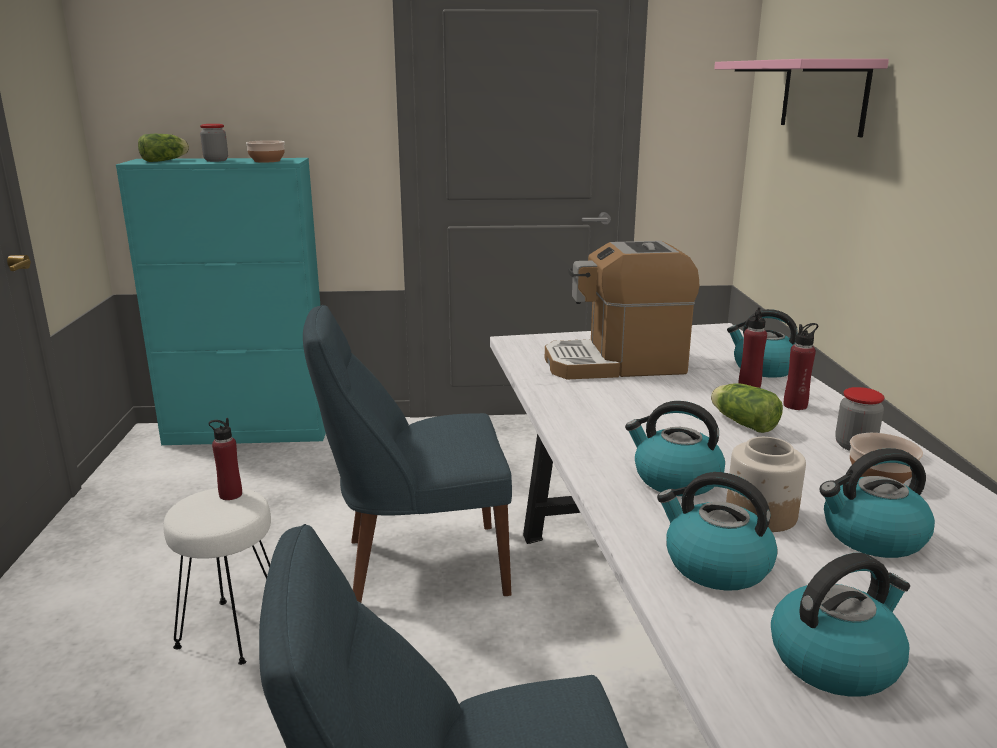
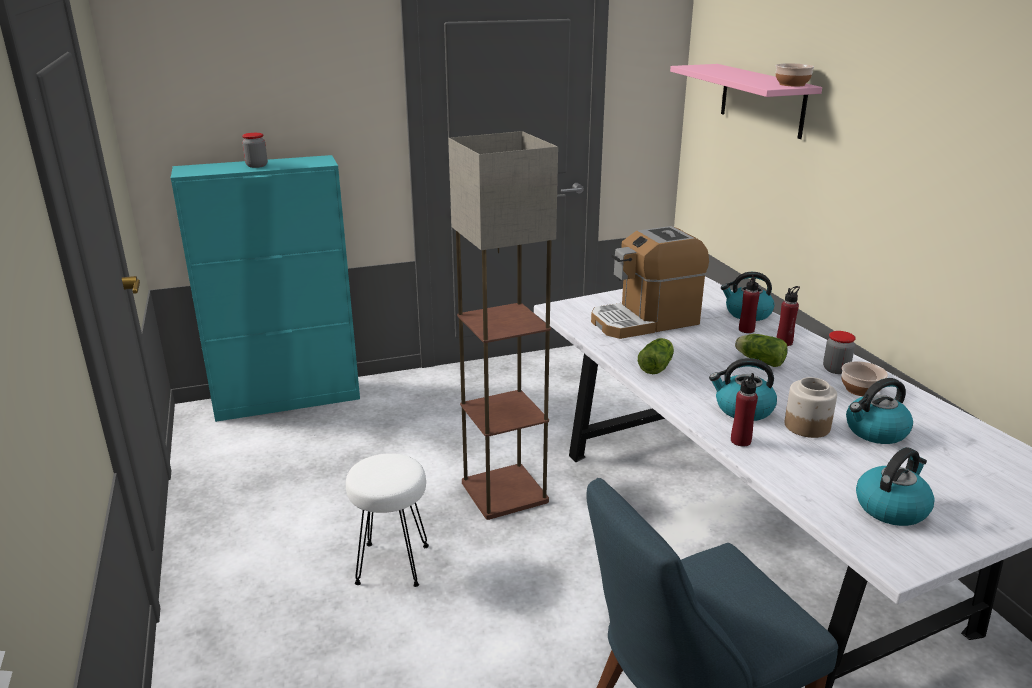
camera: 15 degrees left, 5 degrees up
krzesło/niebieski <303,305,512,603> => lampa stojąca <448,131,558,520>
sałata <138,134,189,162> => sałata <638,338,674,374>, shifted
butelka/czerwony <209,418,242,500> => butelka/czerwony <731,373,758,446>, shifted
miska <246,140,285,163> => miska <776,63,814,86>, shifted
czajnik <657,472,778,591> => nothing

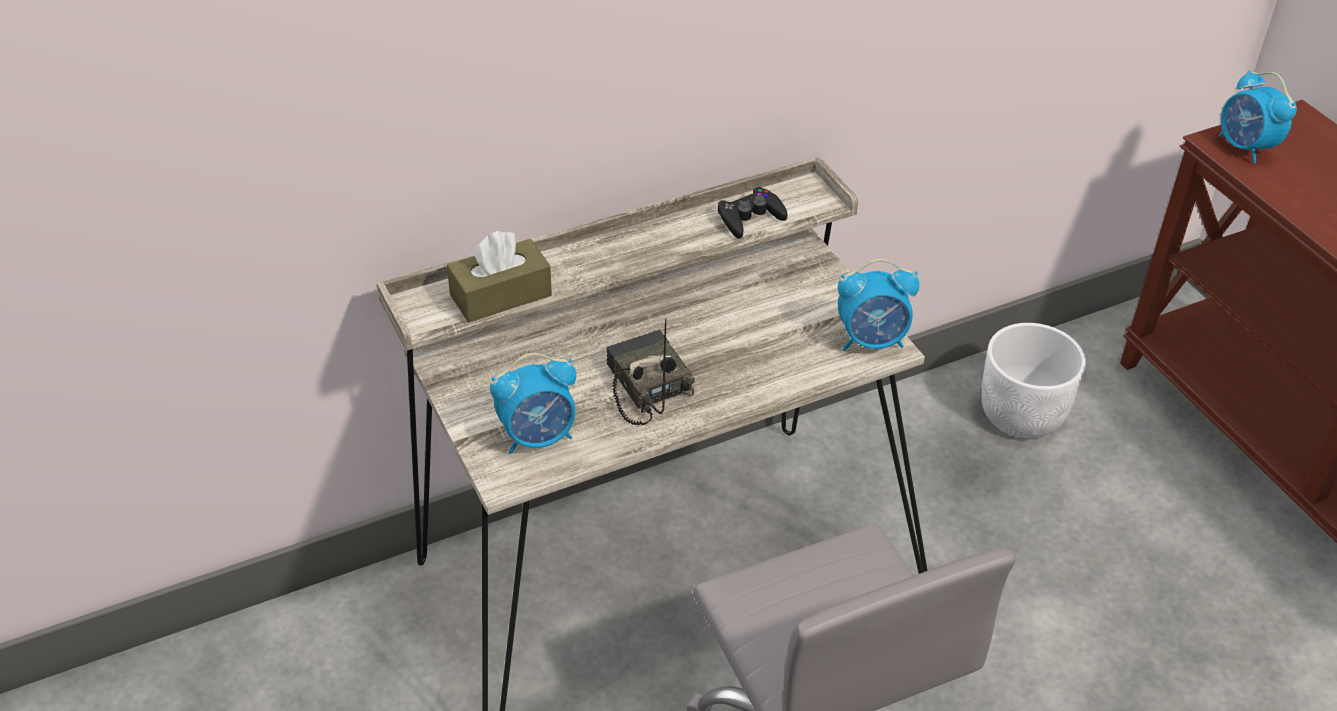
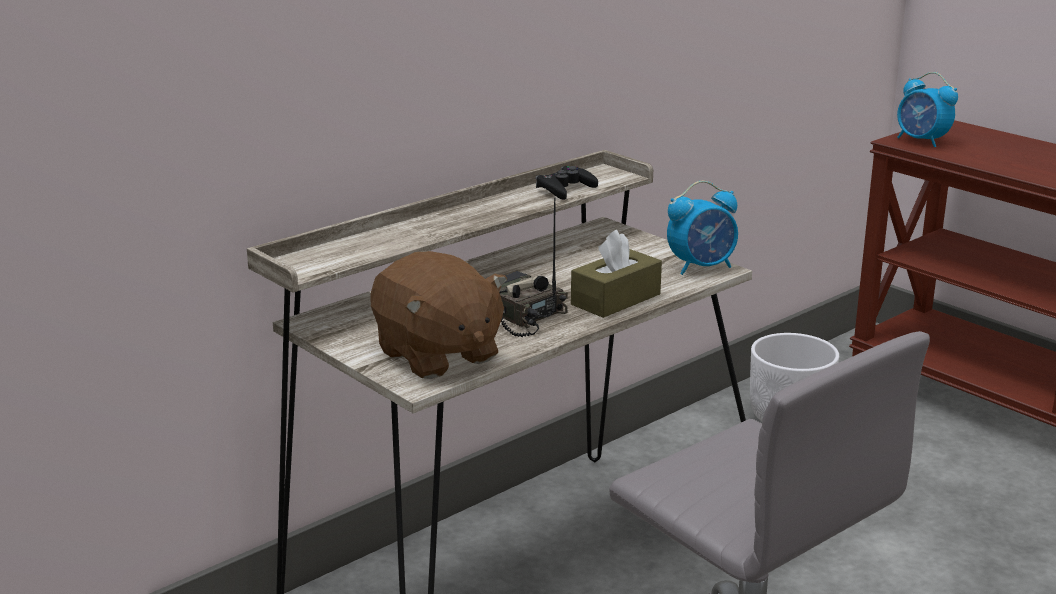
camera: 15 degrees left, 20 degrees down
budzik <490,353,576,454> => pluszak/brązowy <370,251,507,379>
pudełko chusteczek/brązowy <447,231,552,323> => pudełko chusteczek/brązowy <571,230,662,318>, shifted

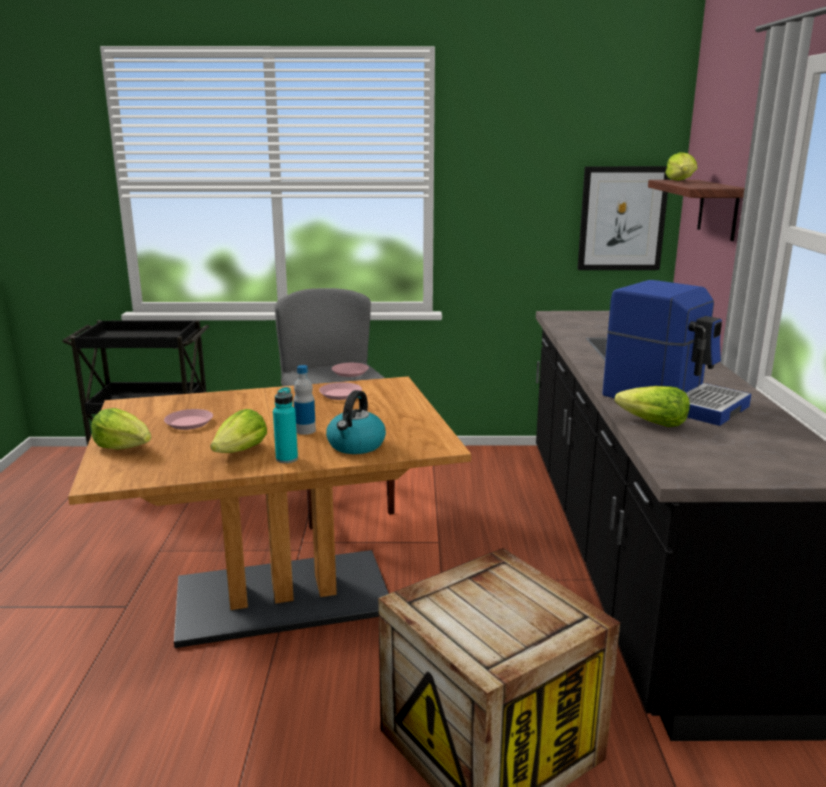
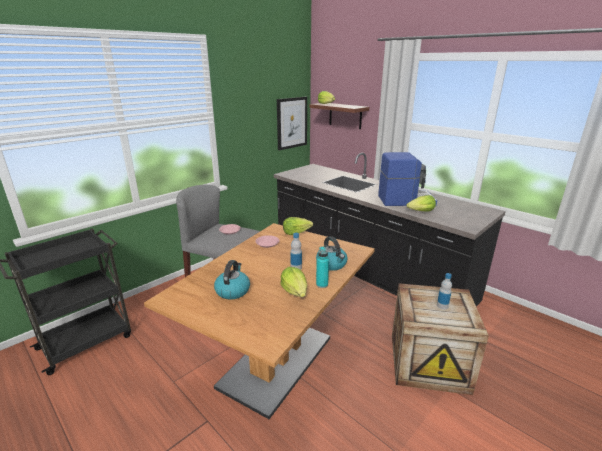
camera: 45 degrees left, 5 degrees up
talerz/różowy <164,409,213,430> => czajnik <214,260,250,300>
sałata <91,408,151,450> => sałata <283,217,313,235>, shifted
nothing => butelka <437,273,452,309>

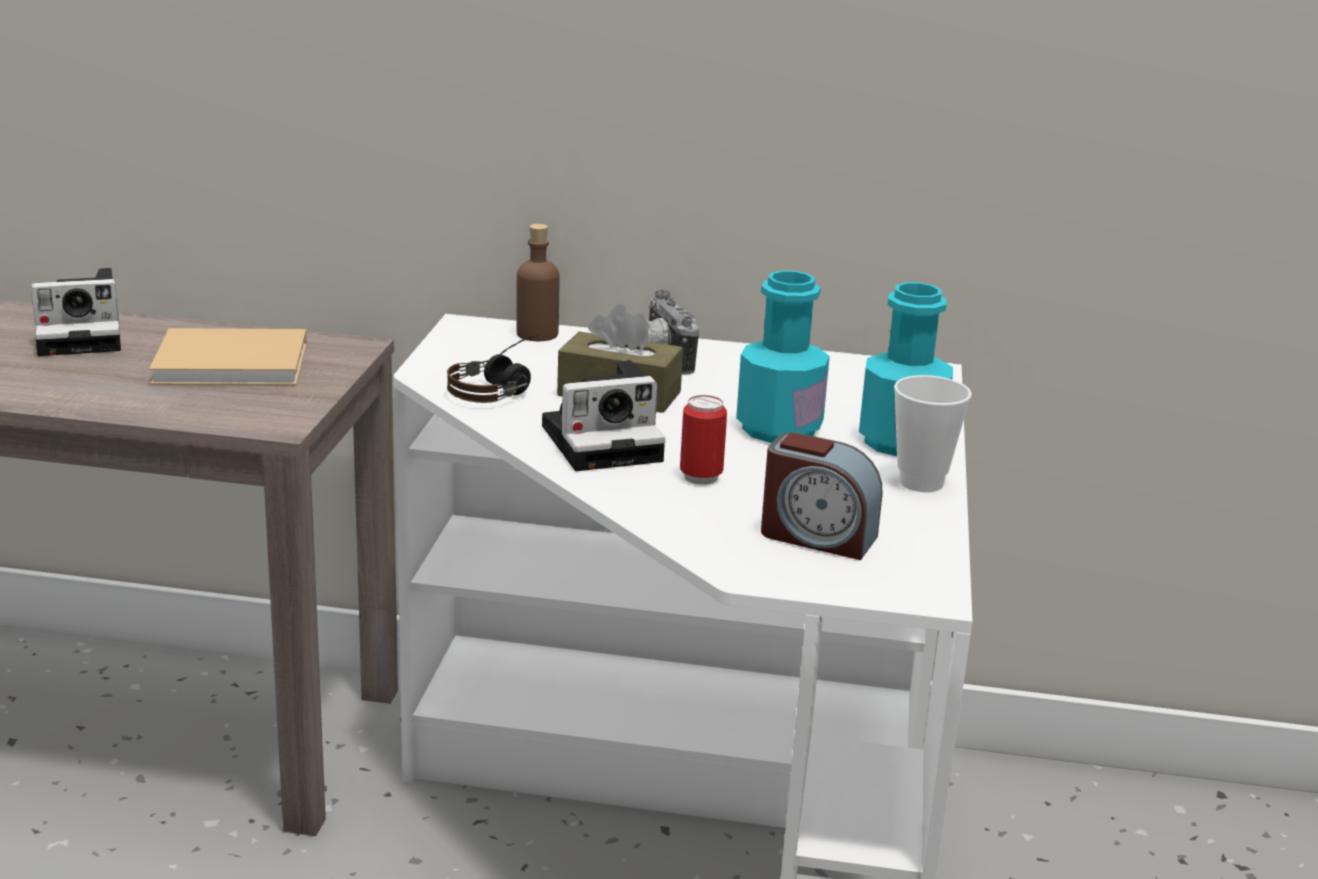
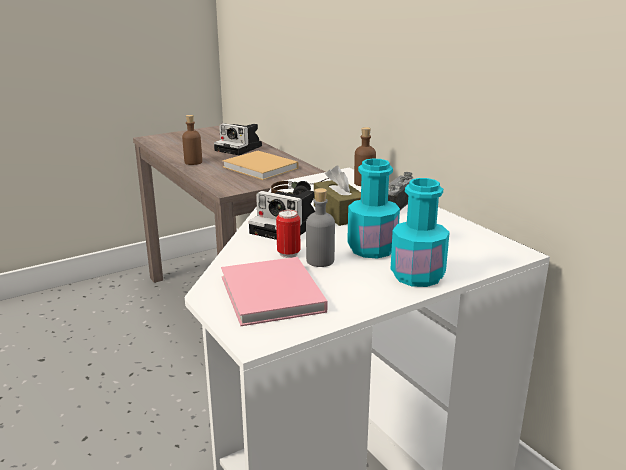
camera: 50 degrees right, 0 degrees up
nothing => butelka/brązowy <182,115,202,165>
budzik <761,432,883,560> => książka/różowy <221,257,327,326>
nothing => butelka/szary <306,188,335,267>
filiżanka <894,375,972,492> => nothing

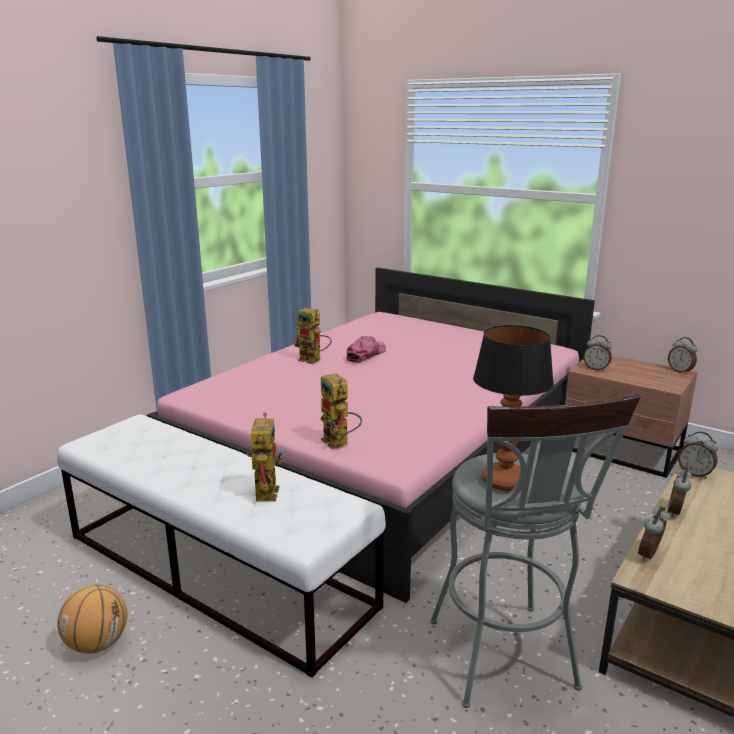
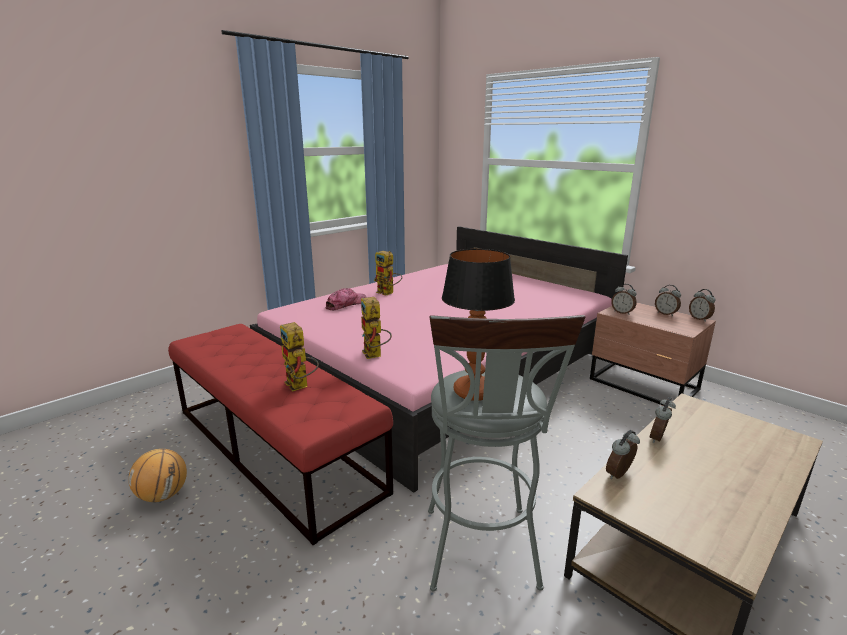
camera: 10 degrees right, 0 degrees up
ławka/biały <57,414,386,678> => ławka/czerwony <168,324,393,545>
robot zabawkowy <247,412,284,502> => robot zabawkowy <280,322,319,392>, 135 degrees clockwise
czapka z daszkiem <346,336,386,363> => czapka z daszkiem <325,288,367,311>, shifted
budzik <678,432,718,479> => budzik <655,285,681,316>, shifted

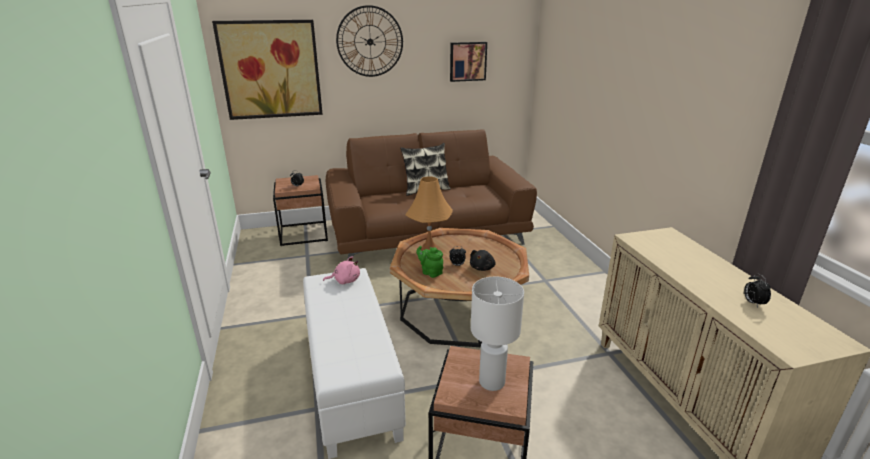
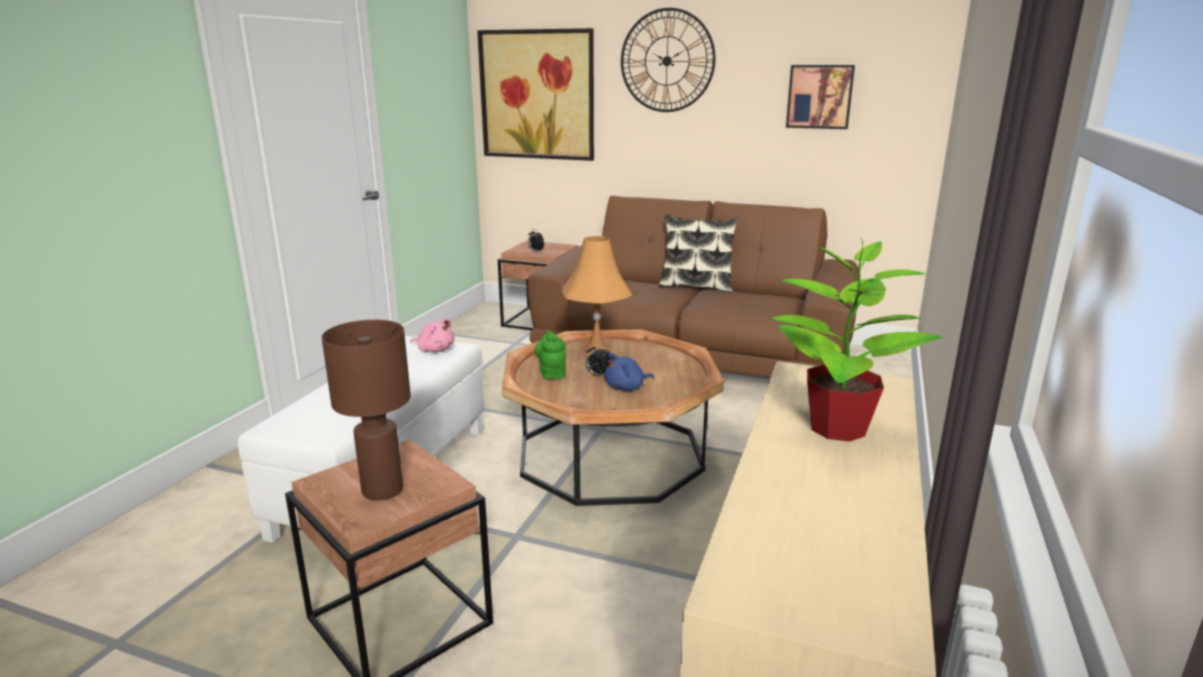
camera: 35 degrees right, 5 degrees down
lampa stołowa/biały <471,277,524,391> => lampa stołowa/brązowy <322,320,411,500>
pluszak/czarny <470,250,496,271> => pluszak/niebieski <604,353,654,391>
nothing => roślina doniczkowa <771,238,943,442>
budzik <744,273,771,308> => nothing

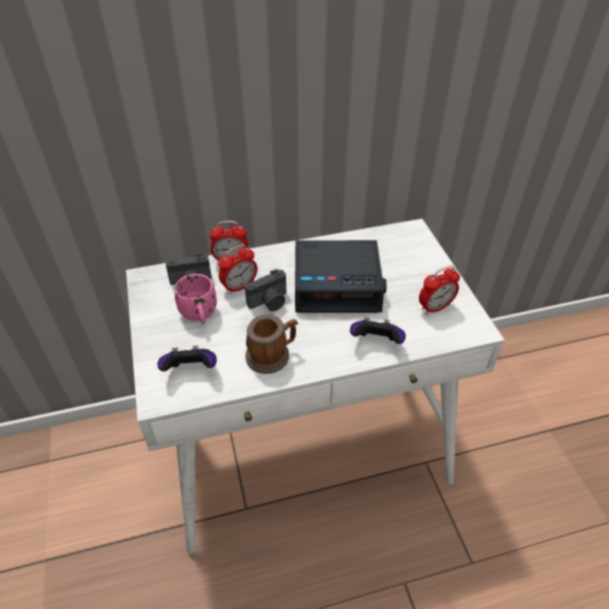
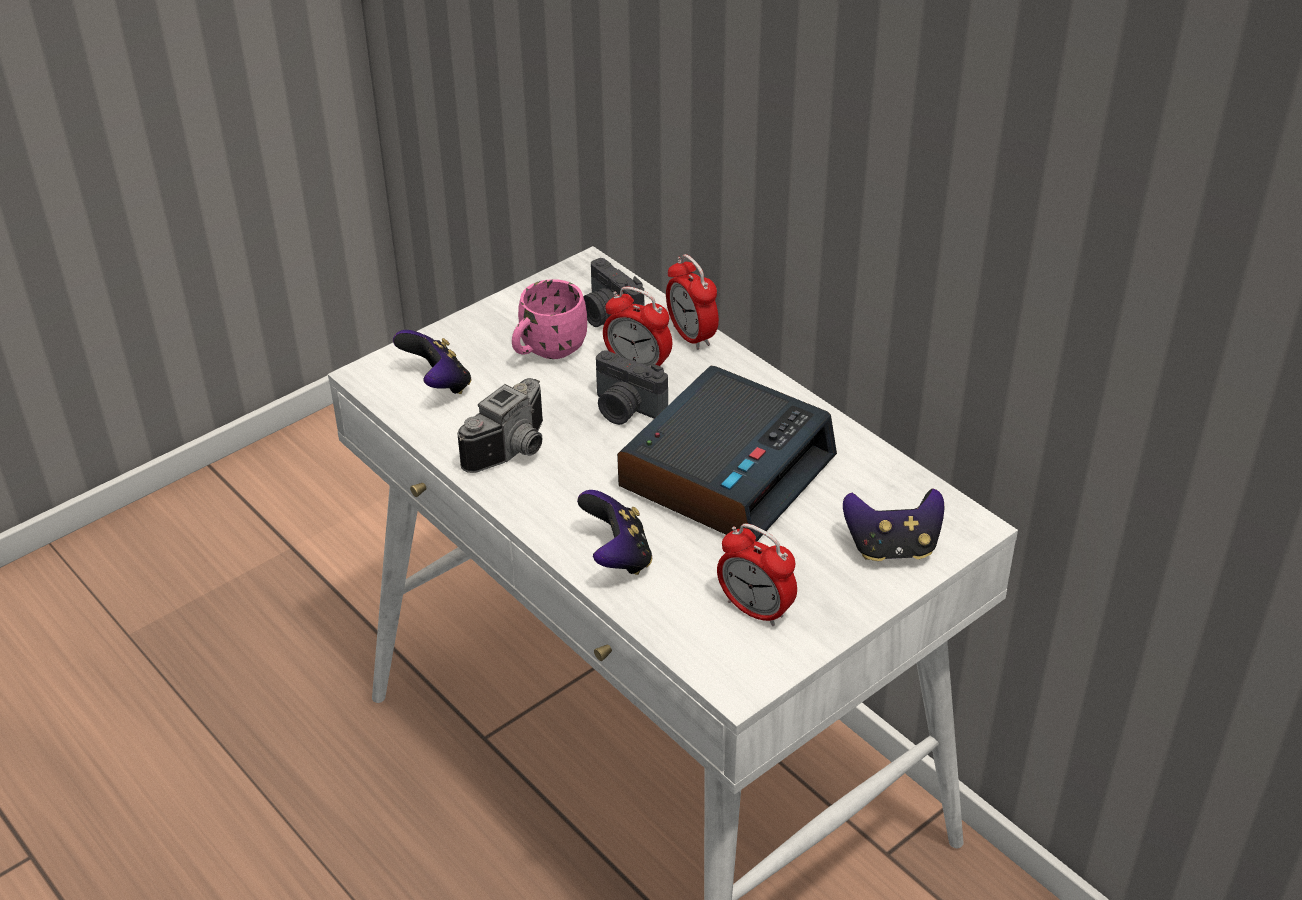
camera: 65 degrees right, 5 degrees down
kubek <245,314,298,374> => aparat fotograficzny <457,378,543,473>
budzik <295,240,387,313> => budzik <617,365,837,541>, 120 degrees counterclockwise
nothing => pad do gier <843,488,944,561>

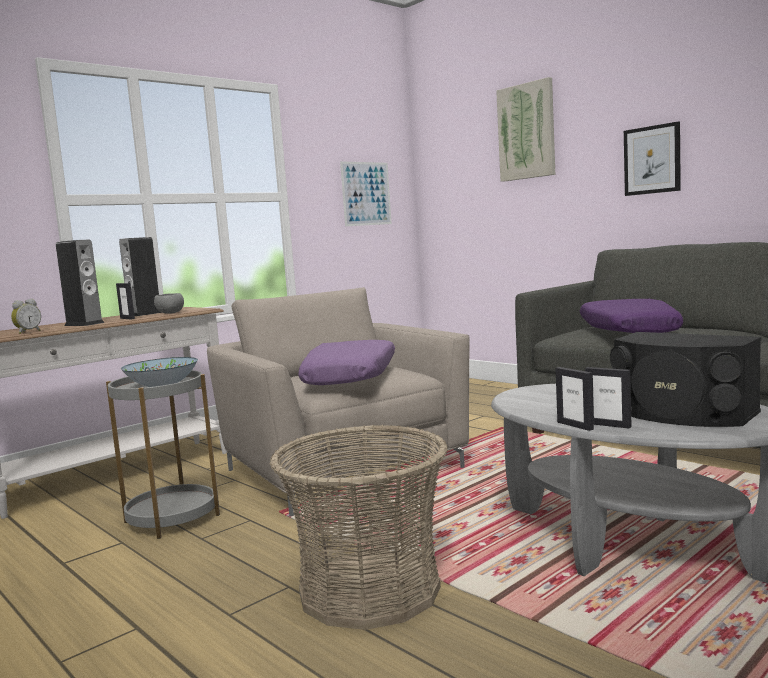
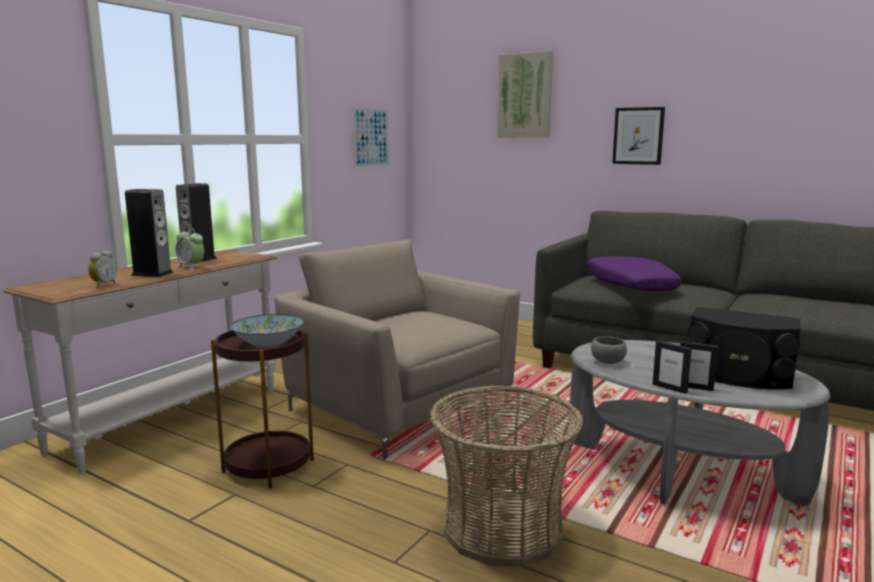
camera: 15 degrees left, 5 degrees up
ramka na zdjęcie <116,283,135,319> => budzik <176,227,204,270>
stolik/szary <106,370,220,539> => stolik/brązowy <211,329,314,488>
miska/szary <154,293,184,314> => miska/szary <591,336,627,364>, shifted
poduszka/fioletowy <298,340,395,385> => nothing

